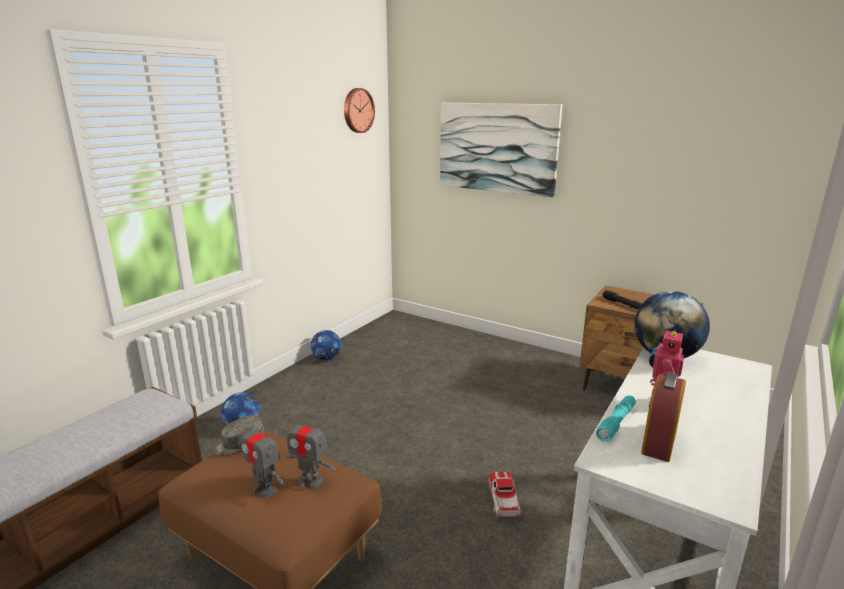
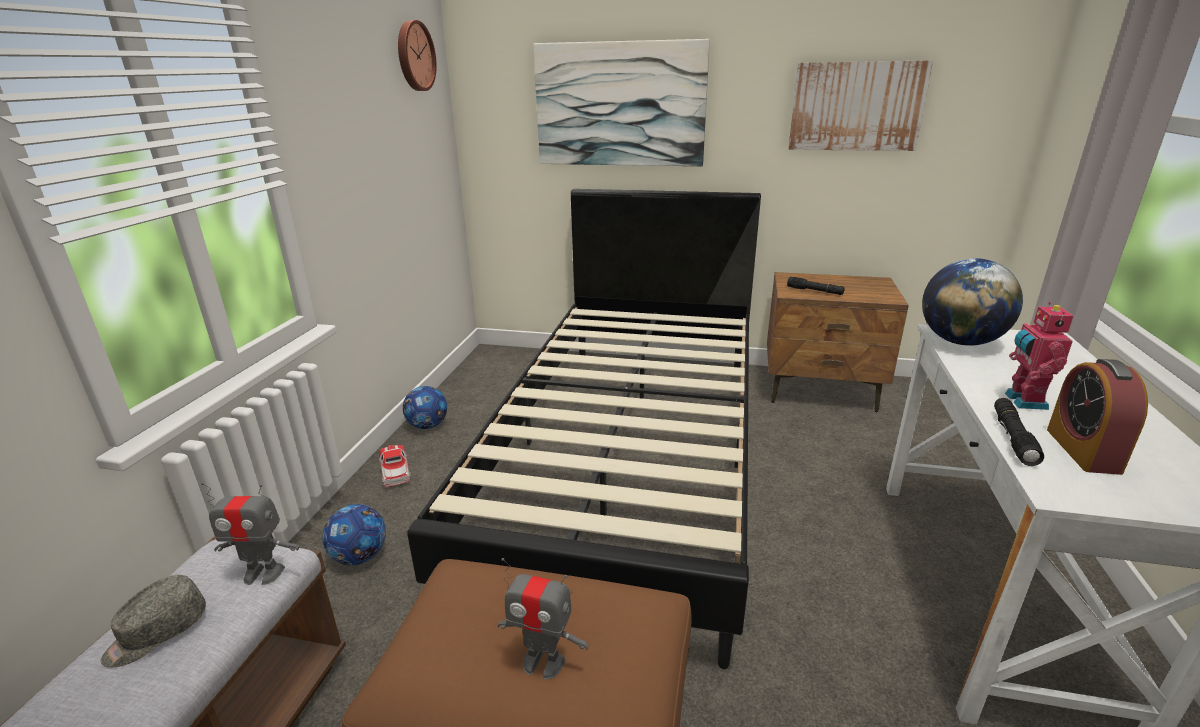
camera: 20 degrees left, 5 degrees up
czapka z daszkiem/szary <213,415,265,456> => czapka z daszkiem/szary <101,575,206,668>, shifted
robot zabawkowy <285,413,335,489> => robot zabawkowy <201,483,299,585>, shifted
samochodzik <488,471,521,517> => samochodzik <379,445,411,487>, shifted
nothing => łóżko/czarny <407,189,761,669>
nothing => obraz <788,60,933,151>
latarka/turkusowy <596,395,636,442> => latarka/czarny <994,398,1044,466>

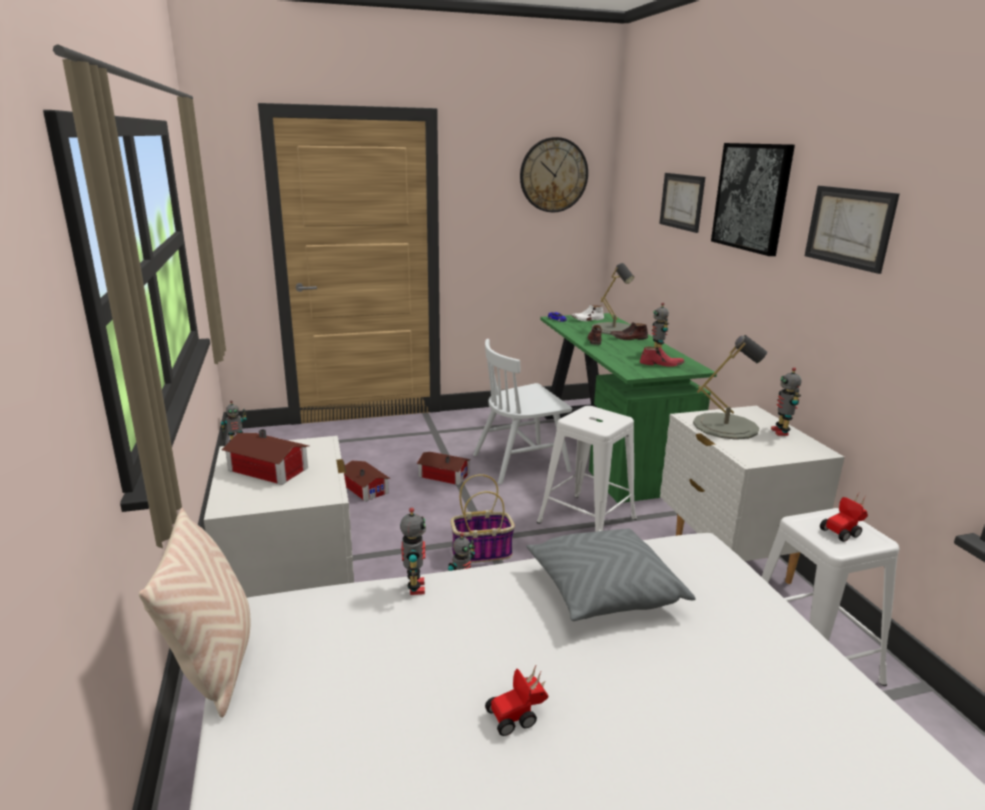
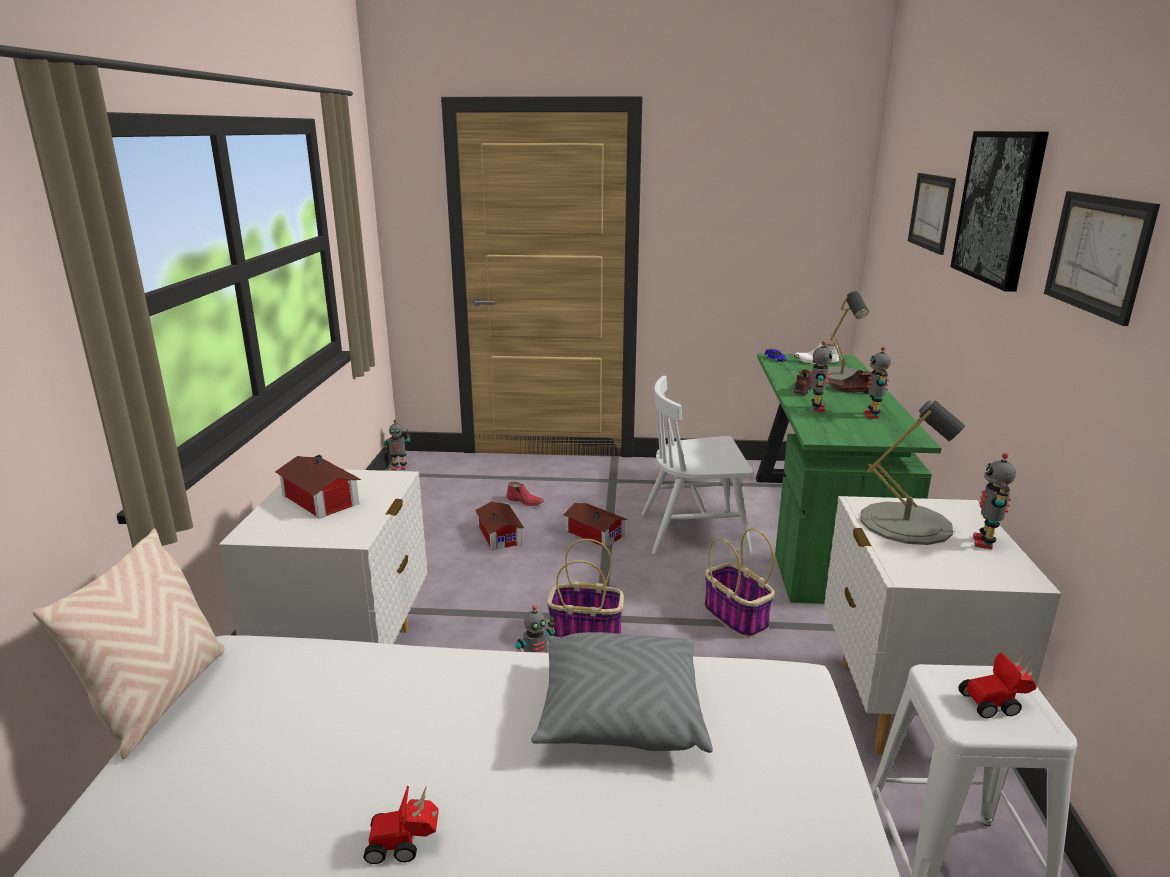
camera: 20 degrees right, 0 degrees up
but/czerwony <640,346,685,367> => but/czerwony <507,482,544,506>, shifted
stołek/biały <537,406,637,532> => koszyk <704,528,775,639>
robot zabawkowy <400,507,426,595> => robot zabawkowy <810,341,833,412>, shifted
zegar ścienny <520,137,588,213> => nothing

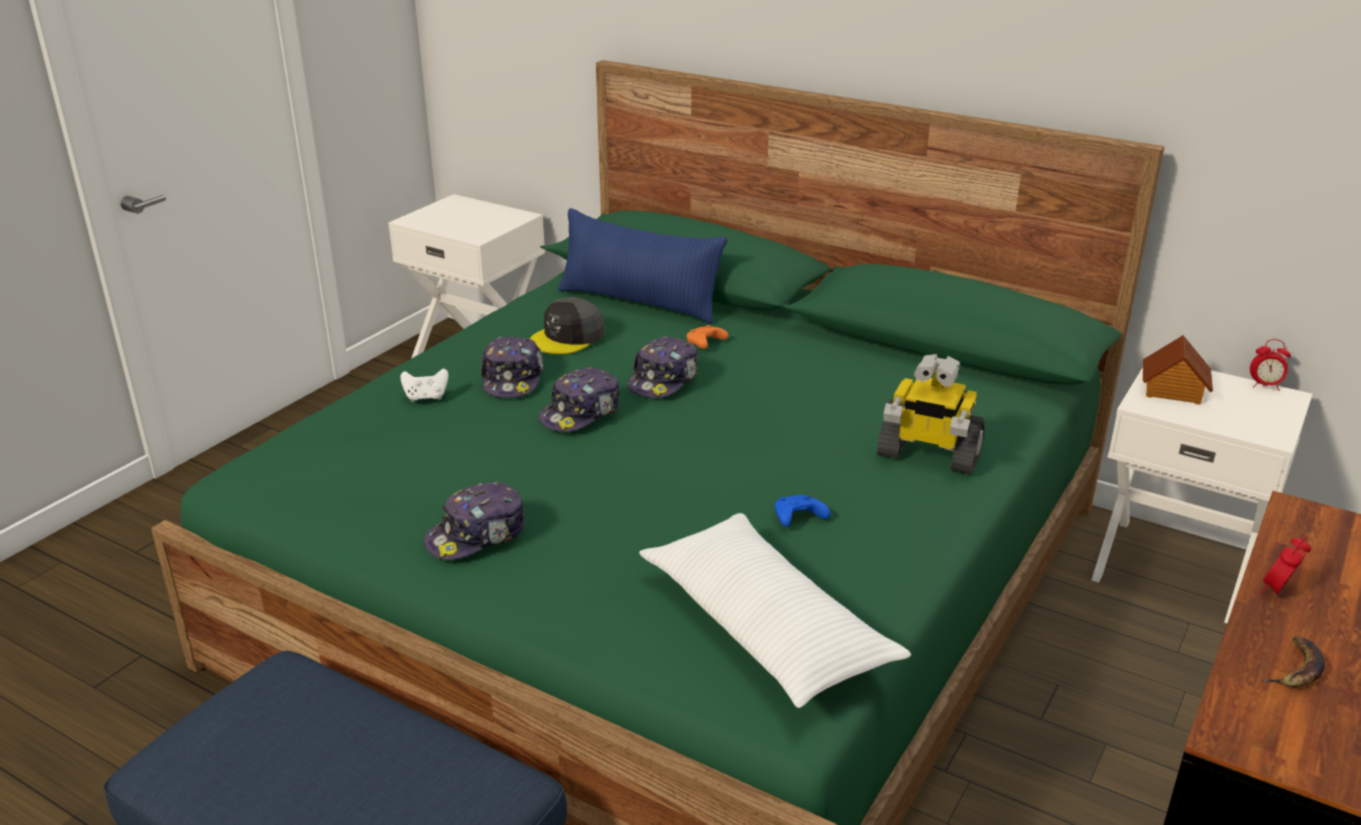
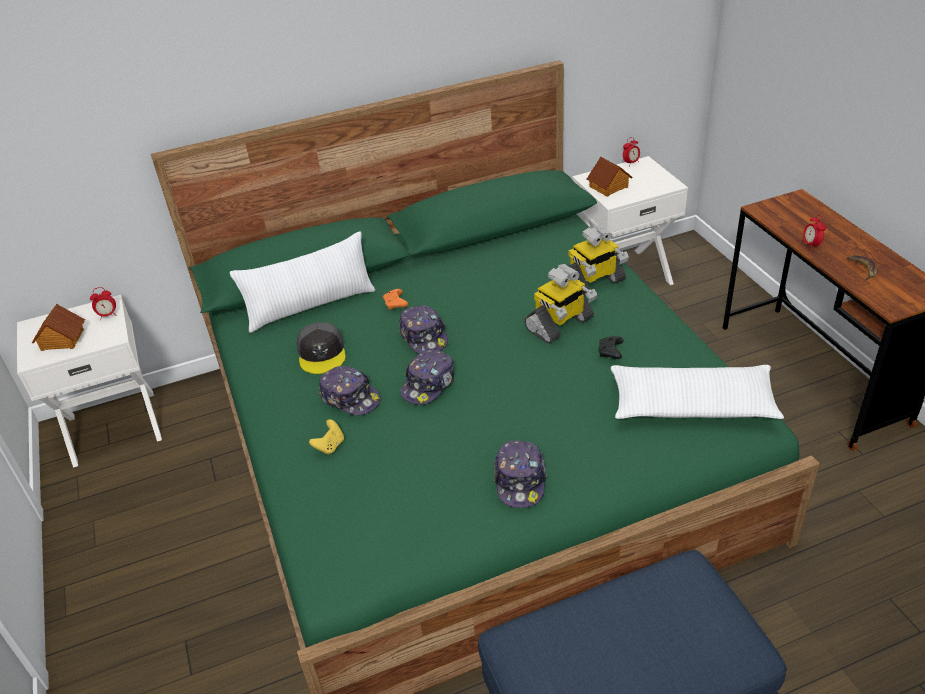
camera: 50 degrees left, 10 degrees up
nothing => domek <32,304,85,351>
nothing => budzik <90,287,117,320>
poduszka/niebieski <558,208,727,324> => poduszka/biały <230,231,376,333>
pad do gier/biały <400,369,449,402> => pad do gier/żółty <309,419,344,455>
czapka z daszkiem <539,367,620,432> => czapka z daszkiem <400,350,454,405>, 45 degrees clockwise
nothing => robot zabawkowy <524,264,597,344>
pad do gier/niebieski <775,495,830,527> => pad do gier/czarny <598,336,624,359>

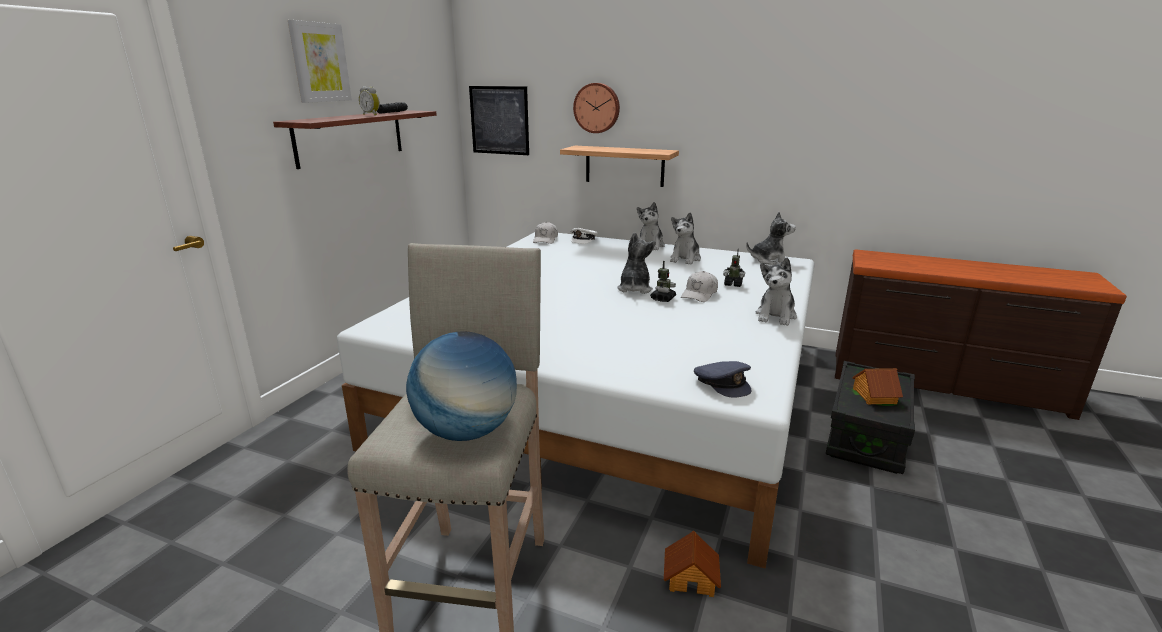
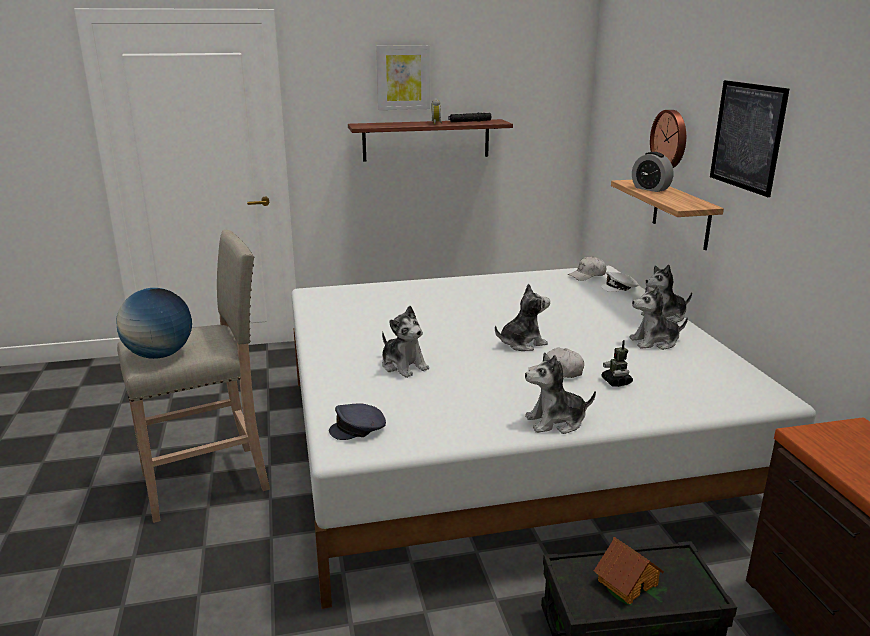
camera: 55 degrees right, 0 degrees up
czapka z daszkiem/szary <694,361,752,397> => czapka z daszkiem/szary <329,403,386,440>, 45 degrees clockwise
pluszak <746,212,796,265> => pluszak <382,306,429,378>, shifted
nothing => budzik <632,152,673,192>
obraz <469,86,529,155> => obraz <710,80,789,197>, shifted
robot zabawkowy <650,261,676,302> => nothing
domek <664,531,721,597> => nothing

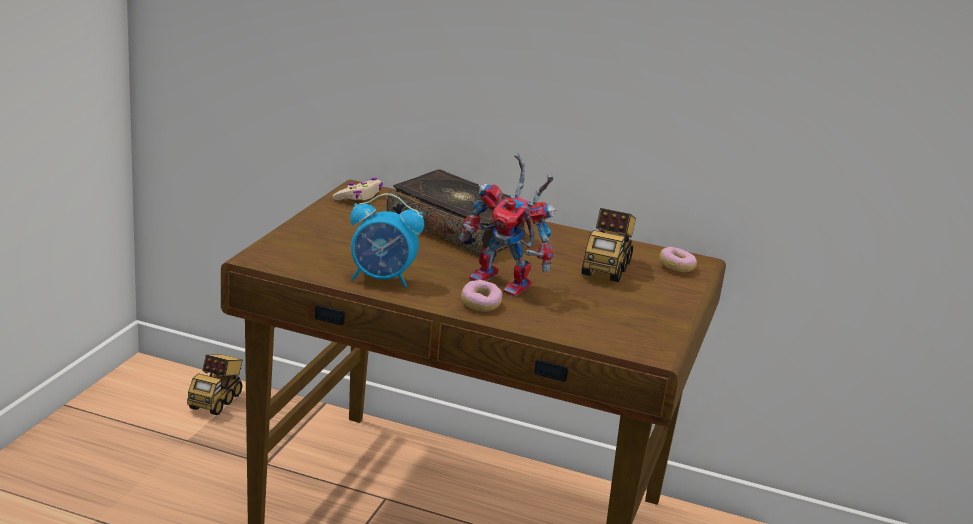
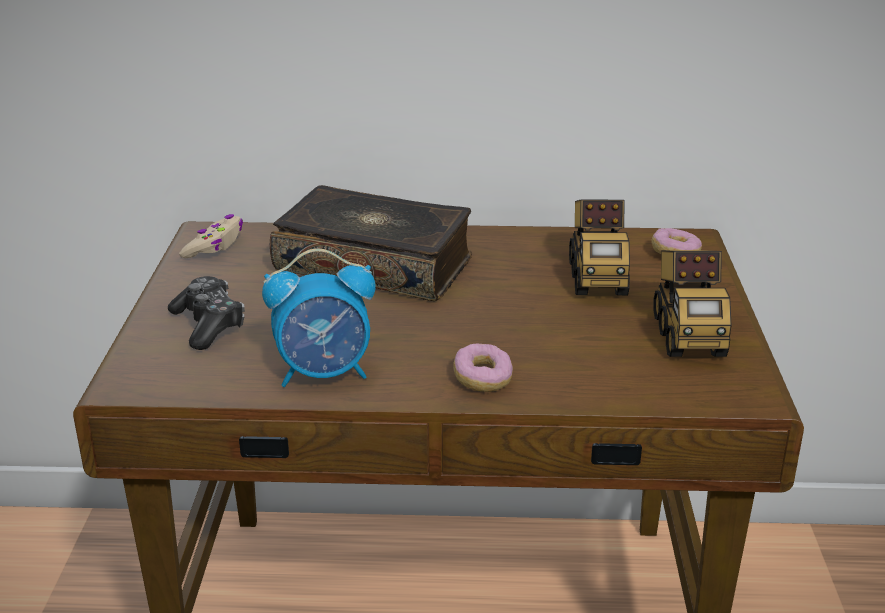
camera: 15 degrees left, 5 degrees up
nothing => pad do gier <168,276,245,350>
ciężarówka zabawkowa <187,354,243,415> => ciężarówka zabawkowa <653,250,731,357>, shifted
robot zabawkowy <459,153,557,297> => nothing

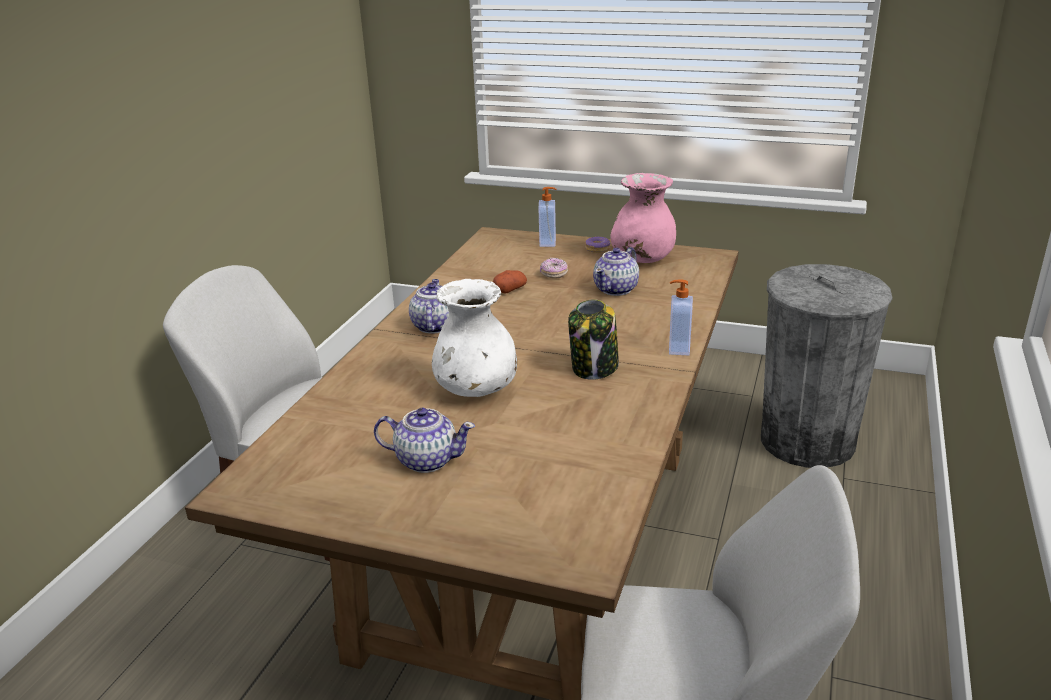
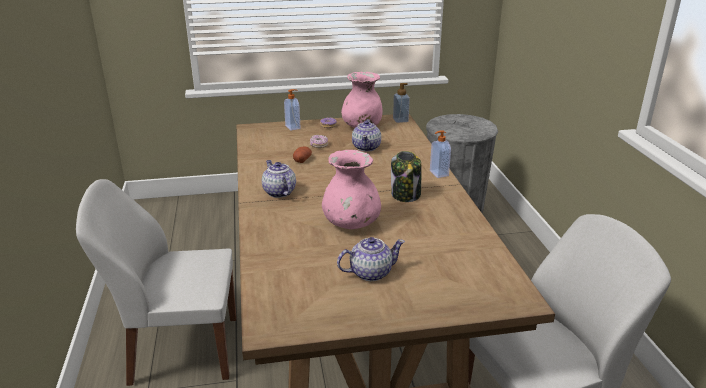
camera: 30 degrees left, 0 degrees up
wazon/biały <432,279,517,397> => wazon/różowy <322,150,381,229>
nothing => dozownik mydła <393,83,410,123>

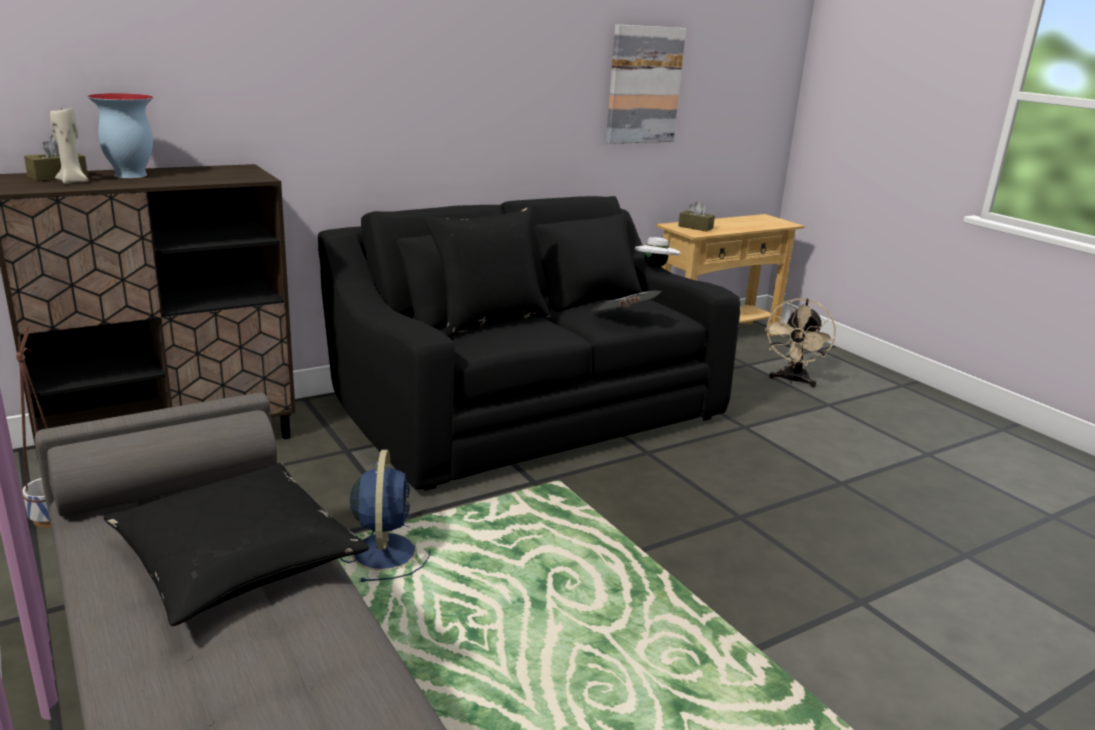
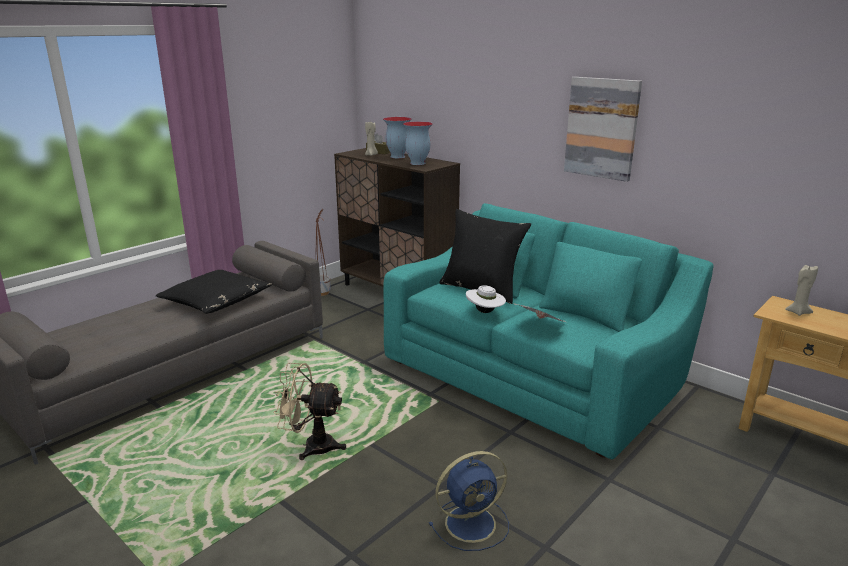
camera: 75 degrees right, 0 degrees up
wentylator/beżowy <765,298,836,387> => wentylator/beżowy <274,363,346,460>, shifted
kanapa/czarny <318,196,740,491> => kanapa/turkusowy <384,203,714,459>
nothing => wazon <403,121,433,165>
wentylator/niebieski <340,450,430,582> => wentylator/niebieski <429,451,509,551>, shifted
kapelusz/biały <635,237,680,267> => kapelusz/biały <466,285,506,313>, shifted
obraz <606,24,686,144> => obraz <564,77,642,182>, shifted
pudełko chusteczek/brązowy <678,201,715,232> => świeca/beżowy <785,265,818,316>

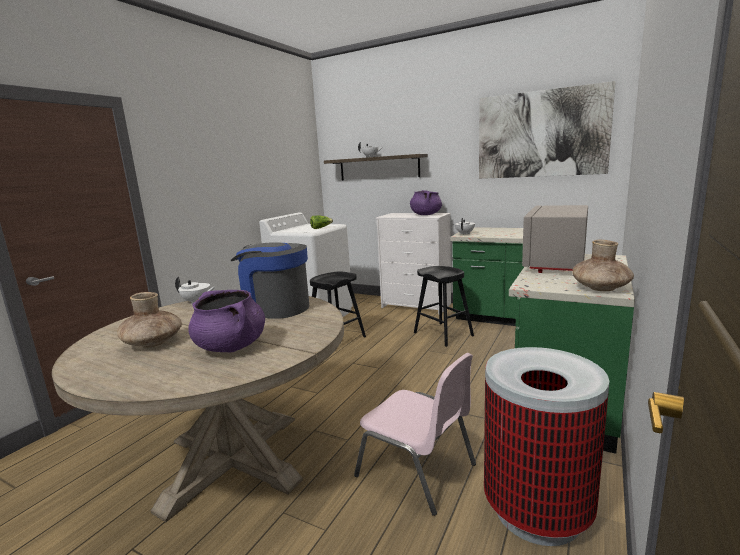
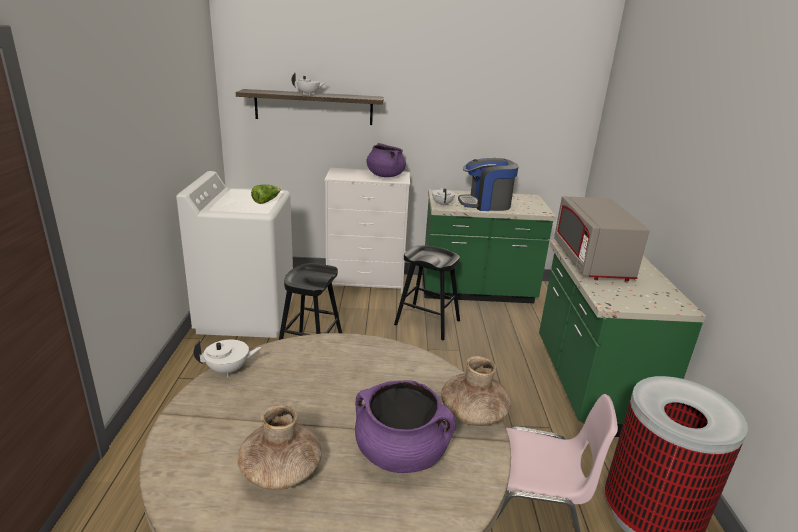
camera: 30 degrees left, 10 degrees up
wazon/brązowy <572,240,634,291> => wazon/brązowy <441,356,511,426>, shifted
ekspres do kawy <231,242,309,319> => ekspres do kawy <458,158,519,211>, shifted
obraz <479,81,616,179> => nothing

